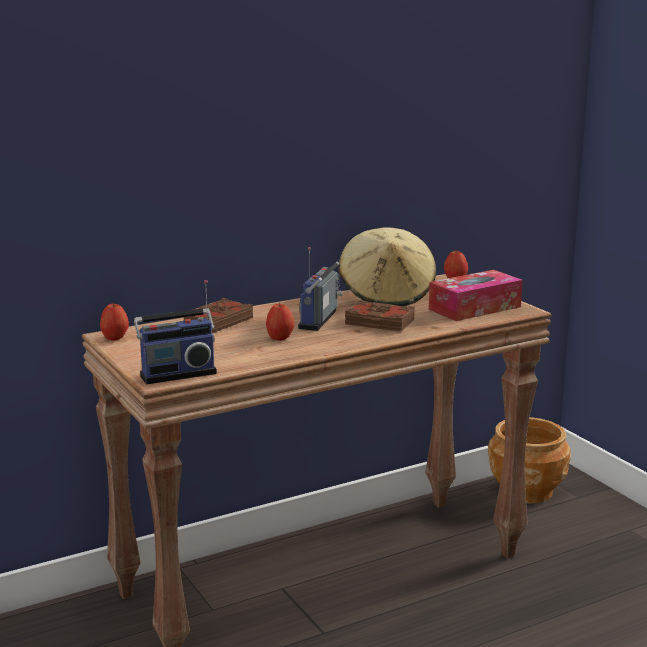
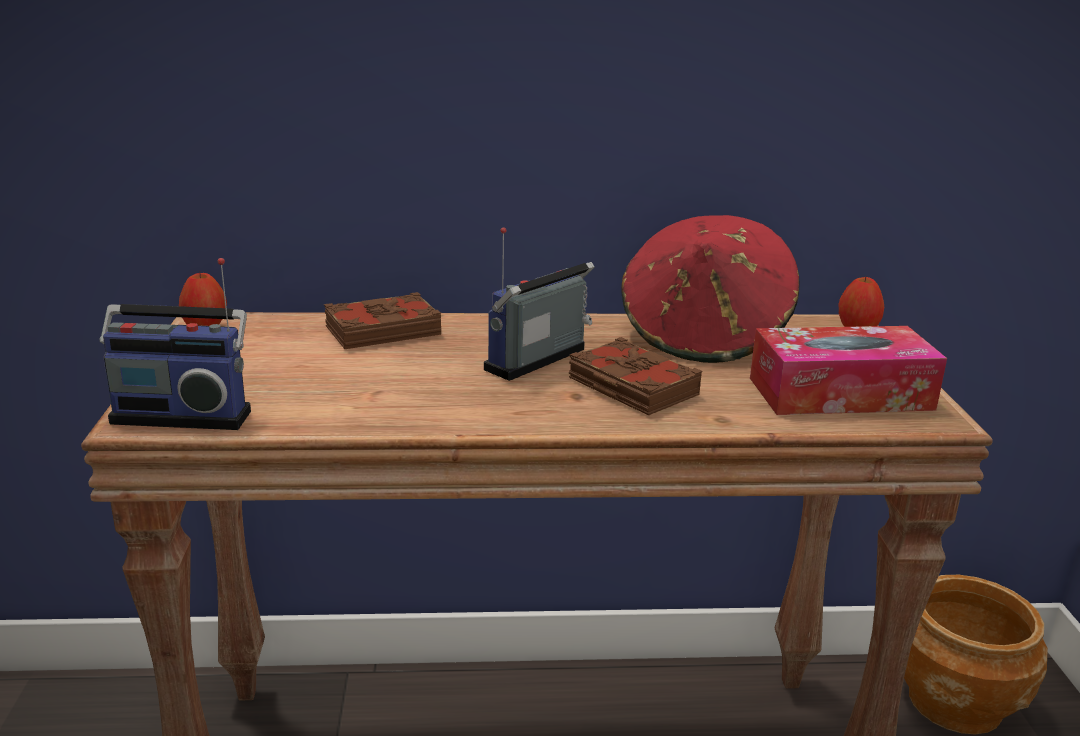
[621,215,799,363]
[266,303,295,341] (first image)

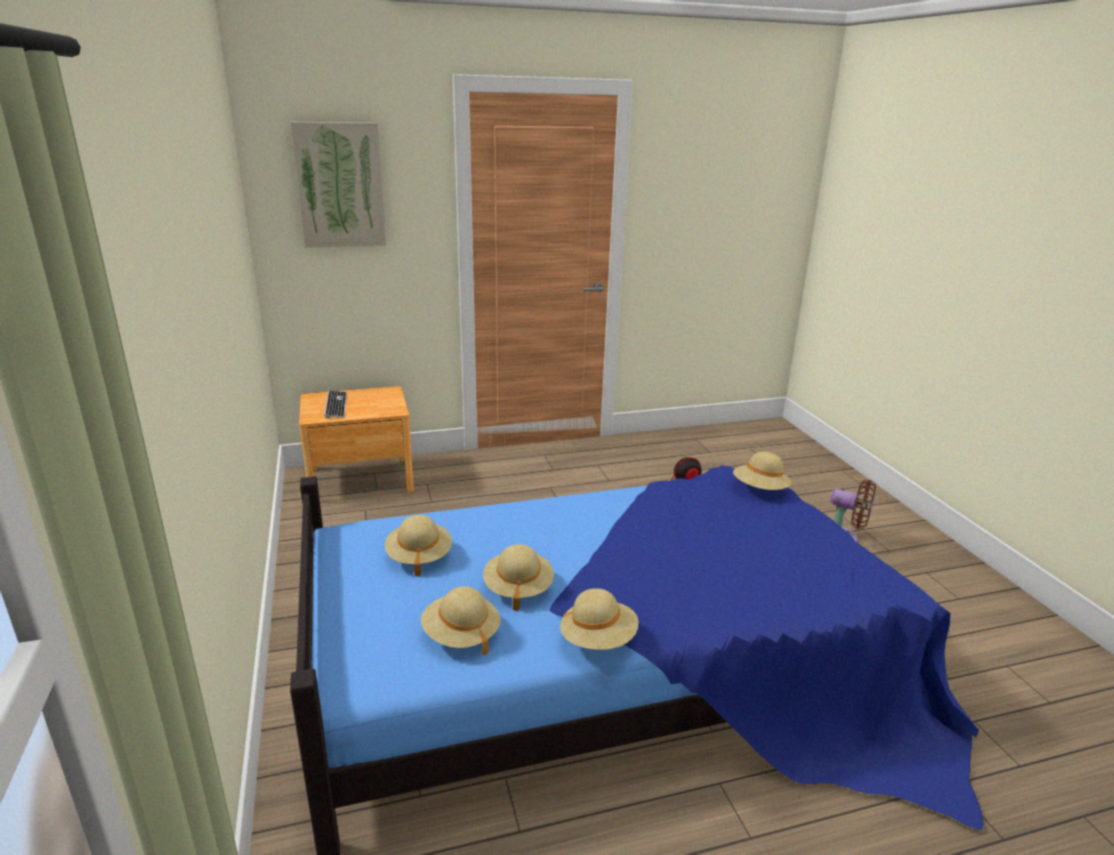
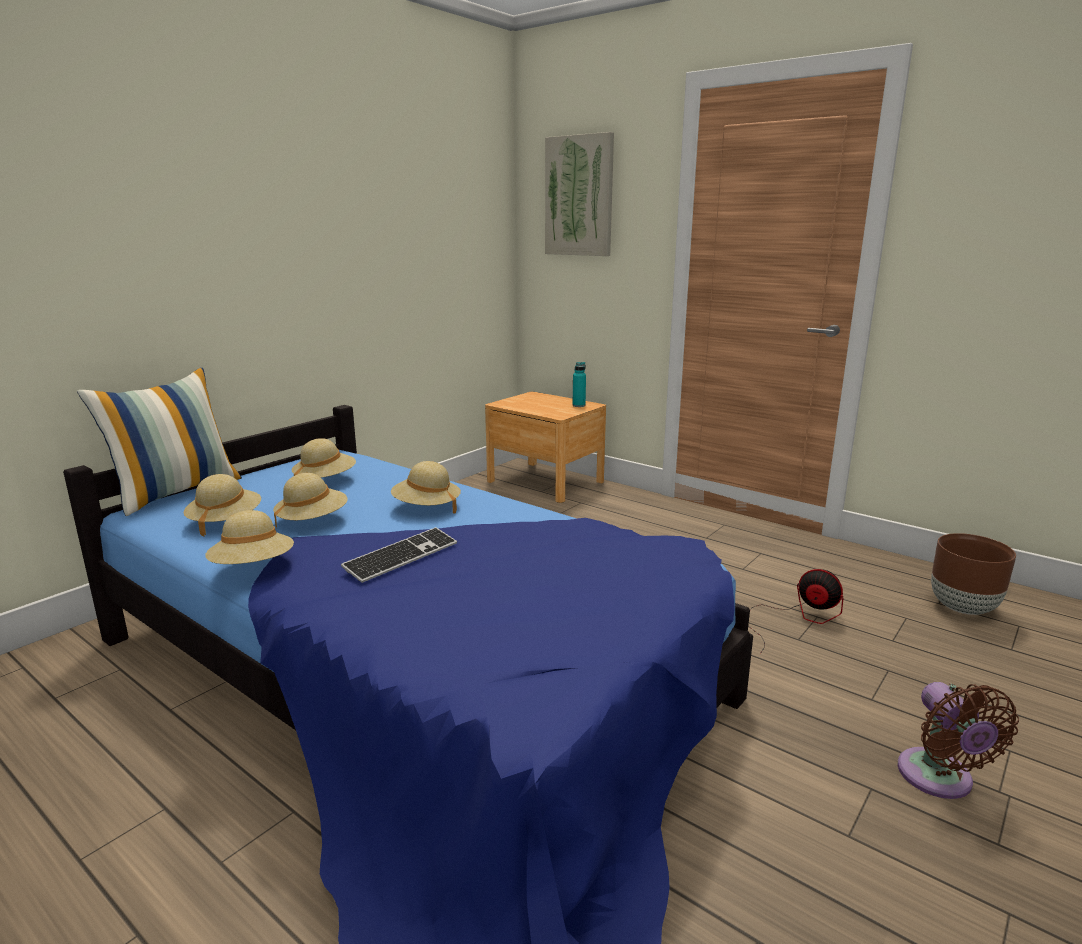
[77,368,242,516]
[341,527,457,583]
[391,461,461,513]
[573,362,586,407]
[931,533,1016,615]

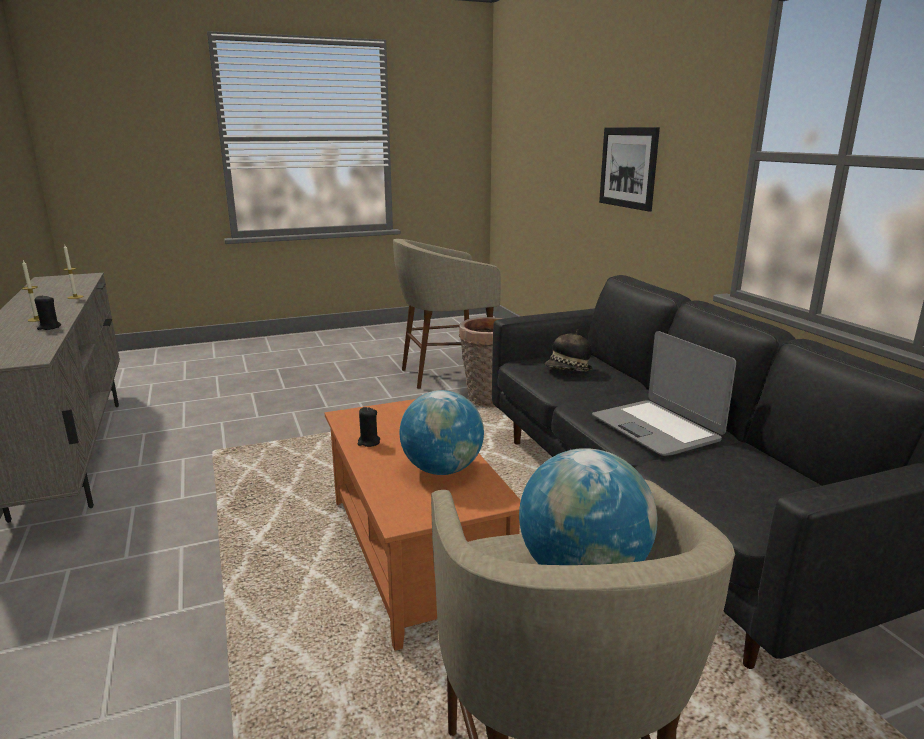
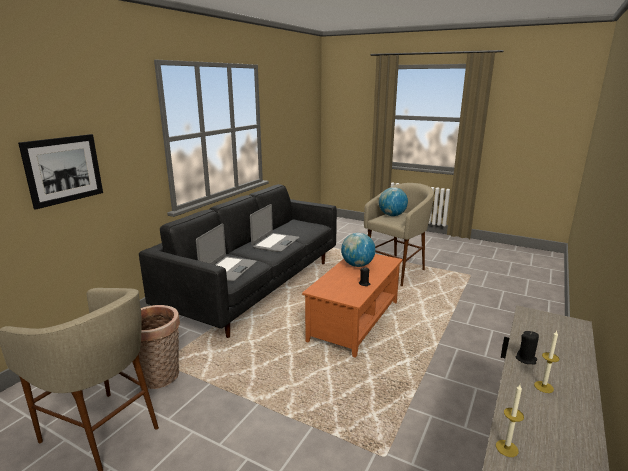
[196,224,257,281]

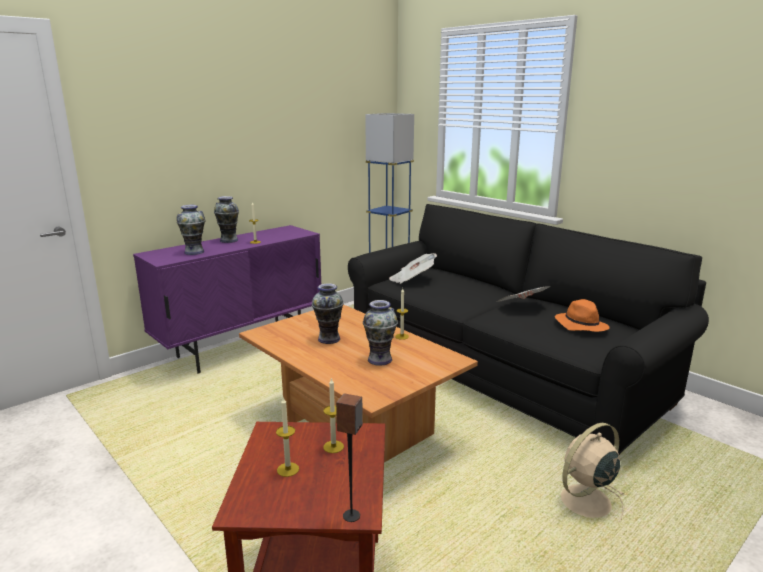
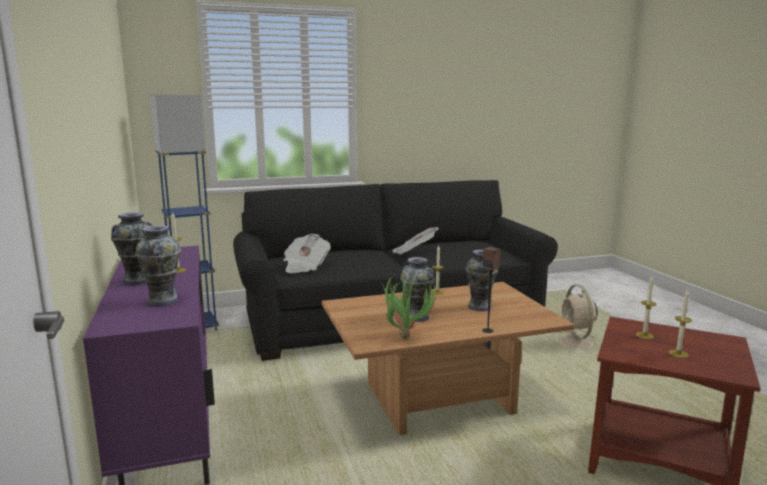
[381,273,438,339]
[482,247,500,333]
[555,299,610,332] (first image)

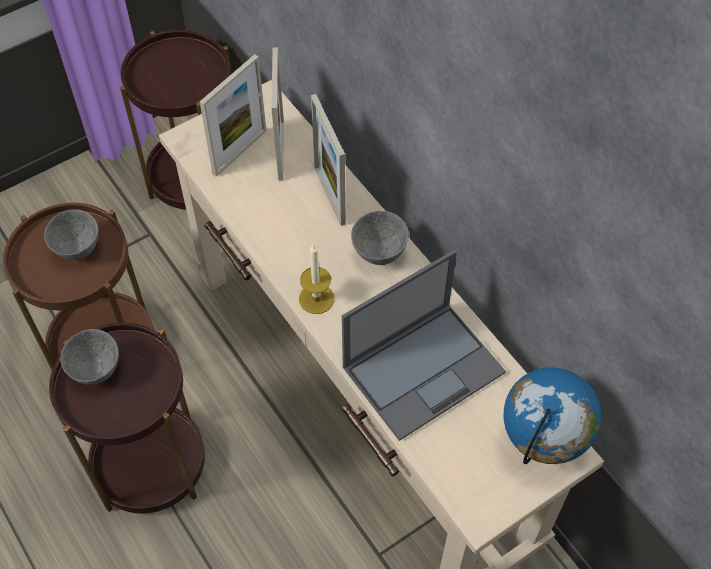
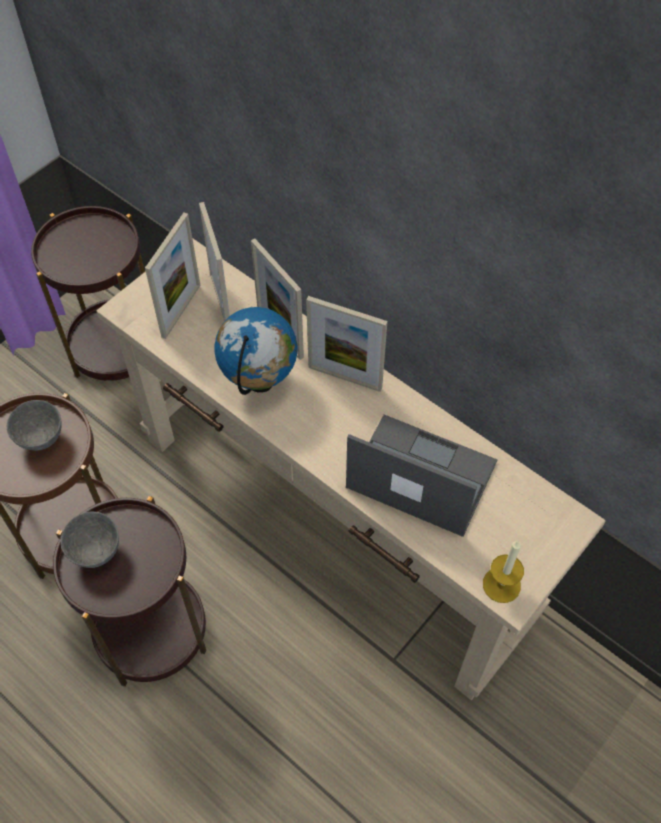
[214,307,297,395]
[306,296,388,392]
[346,415,497,537]
[483,540,524,603]

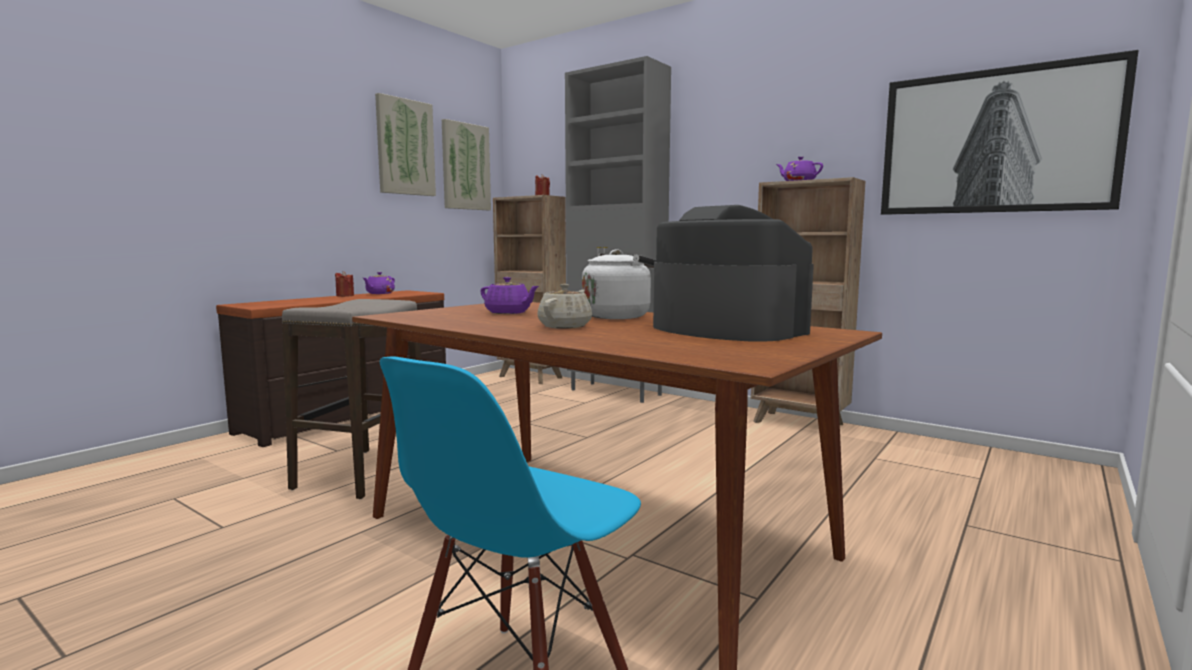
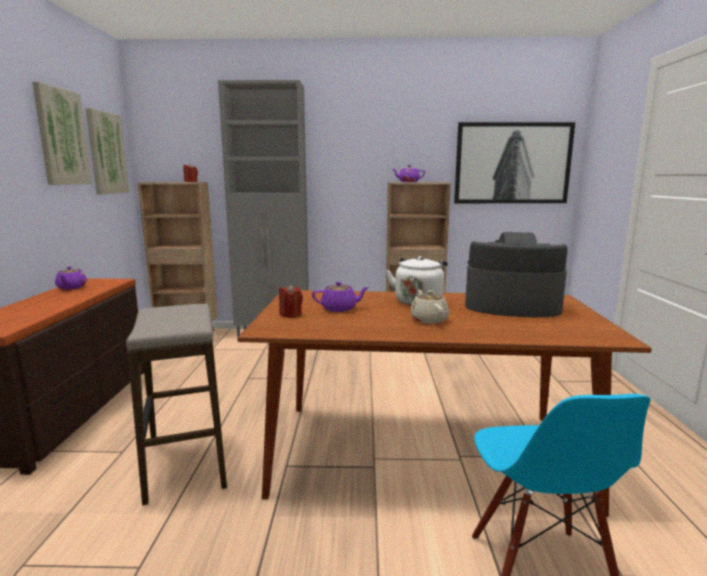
[279,284,303,318]

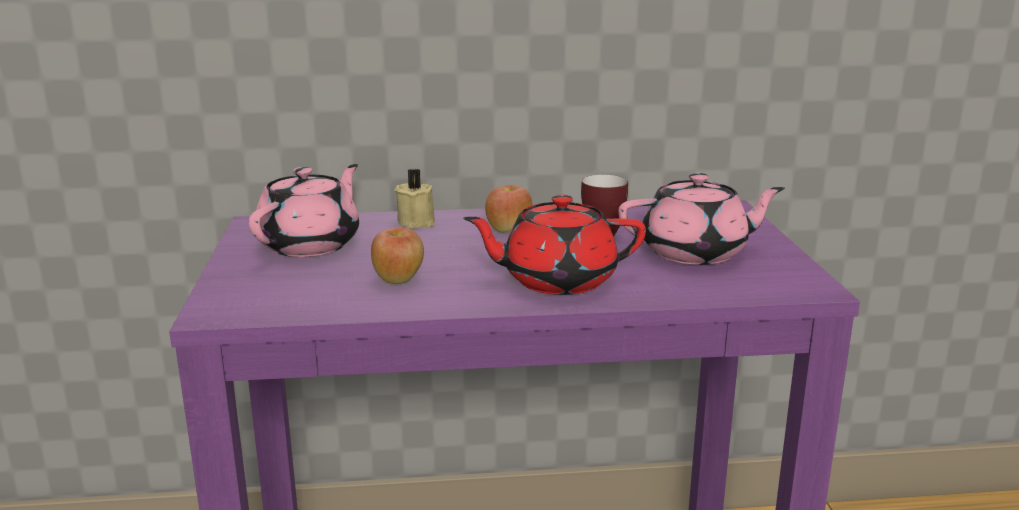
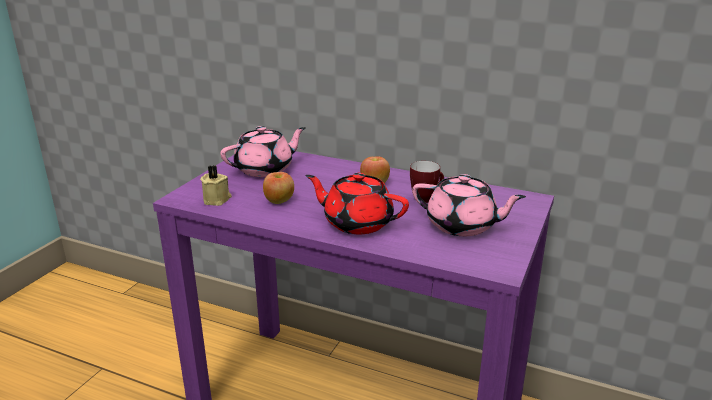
[200,165,232,206]

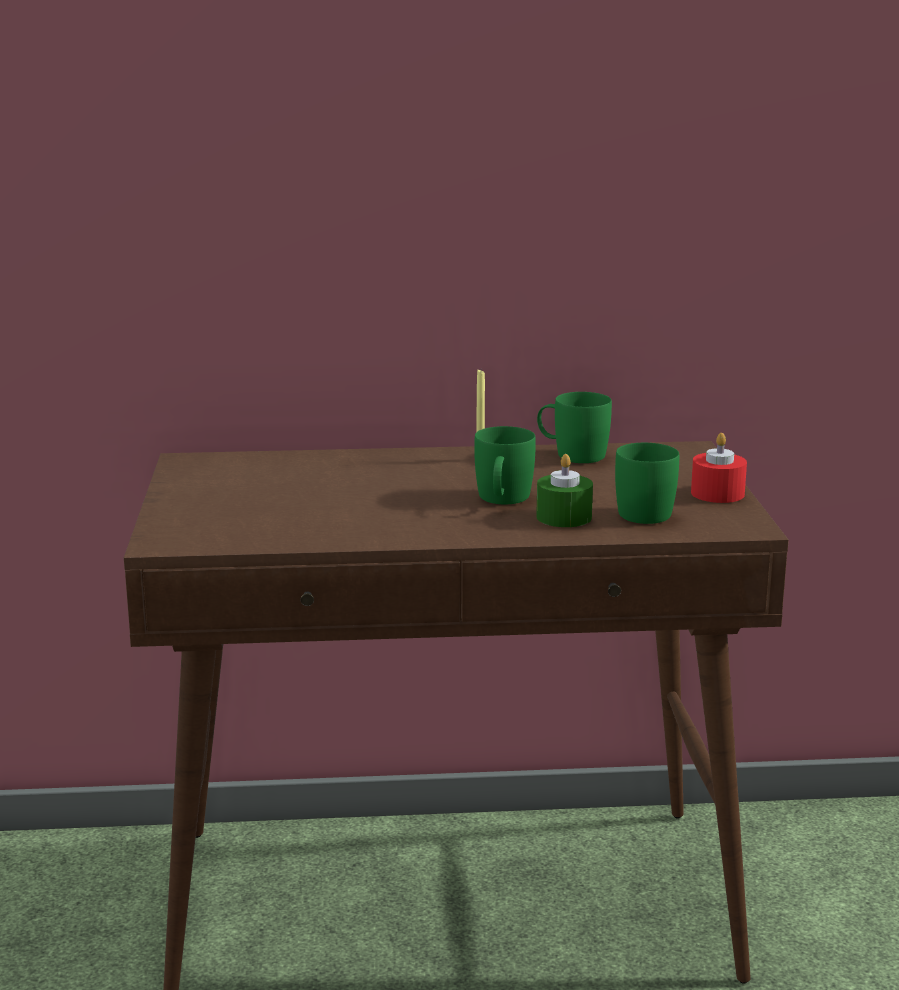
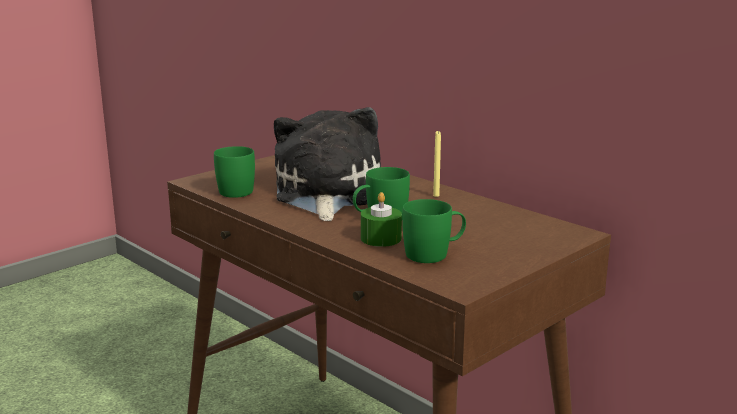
[214,146,255,198]
[274,107,381,221]
[691,433,747,503] (first image)

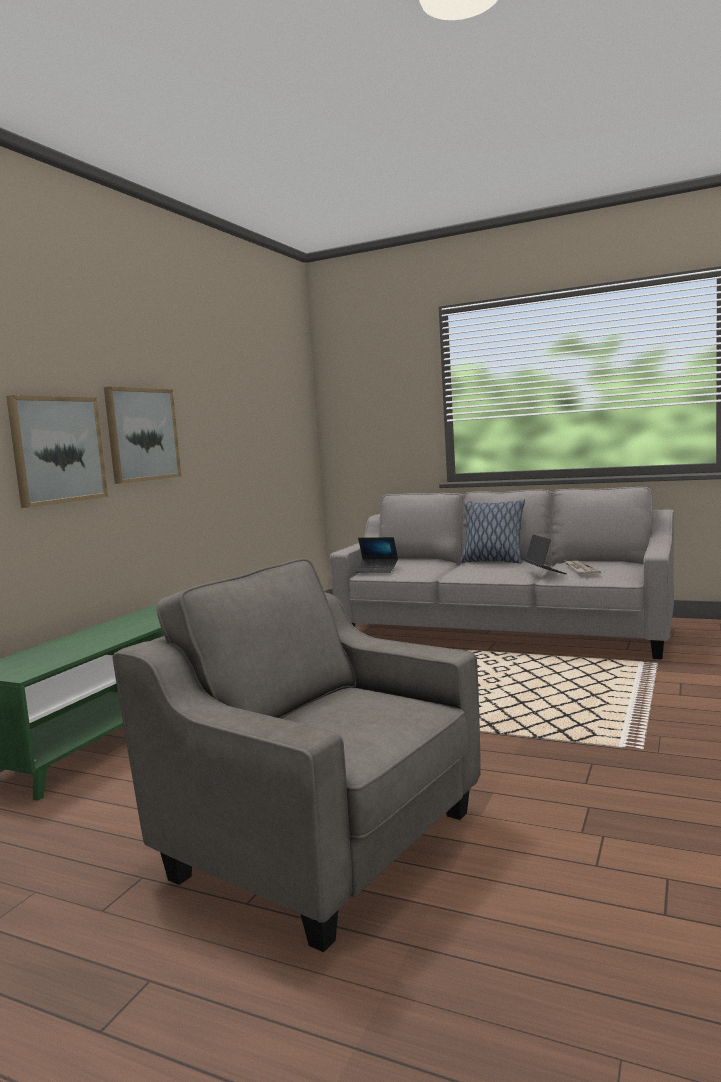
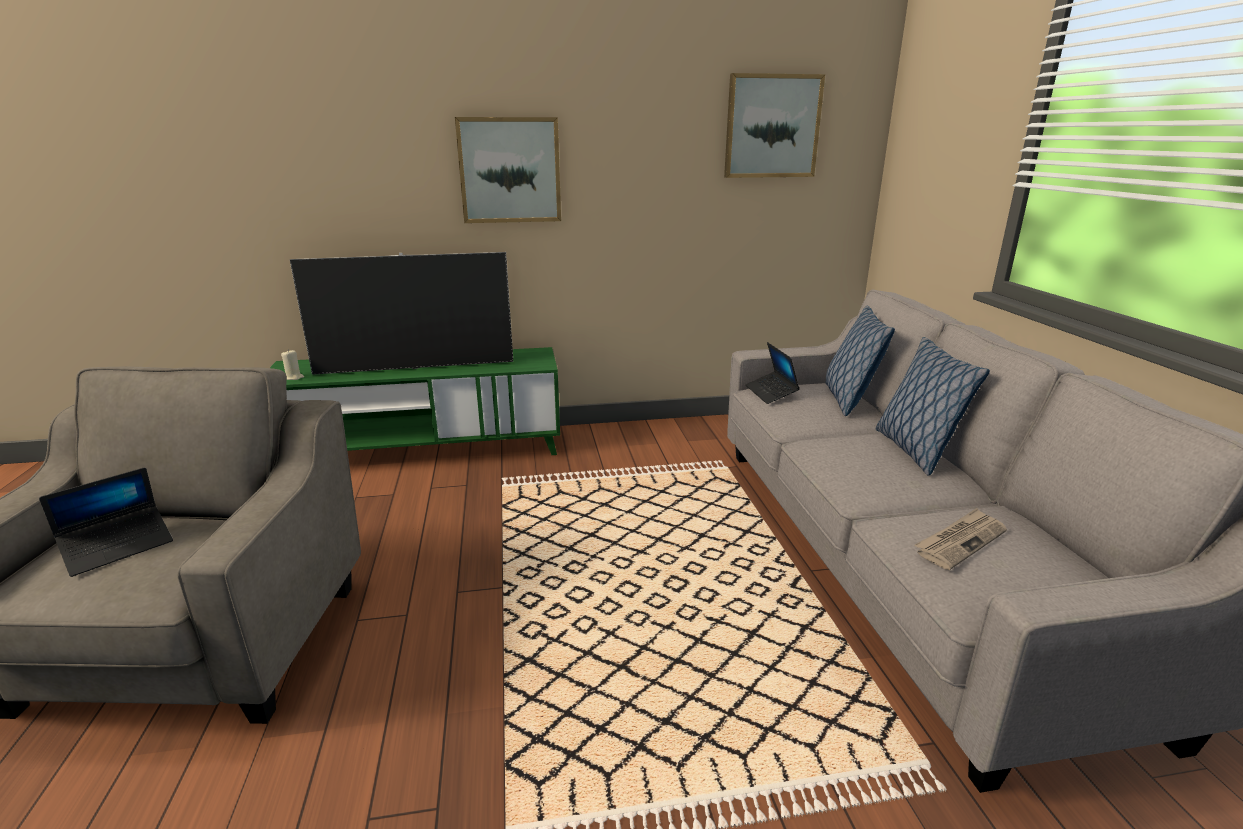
[39,467,173,577]
[281,349,304,380]
[290,252,513,375]
[724,73,825,178]
[826,306,895,416]

